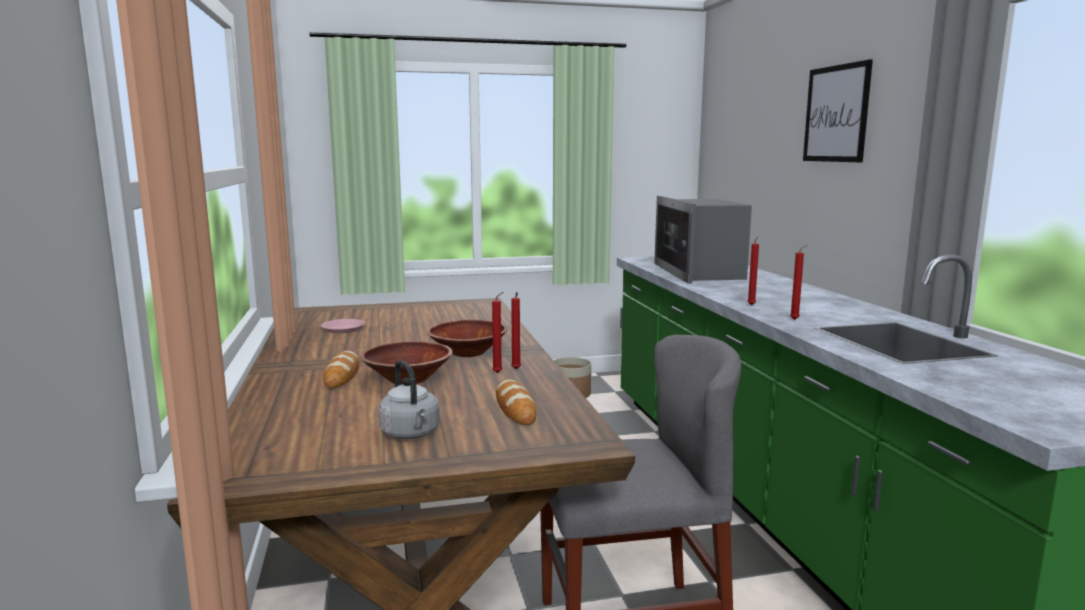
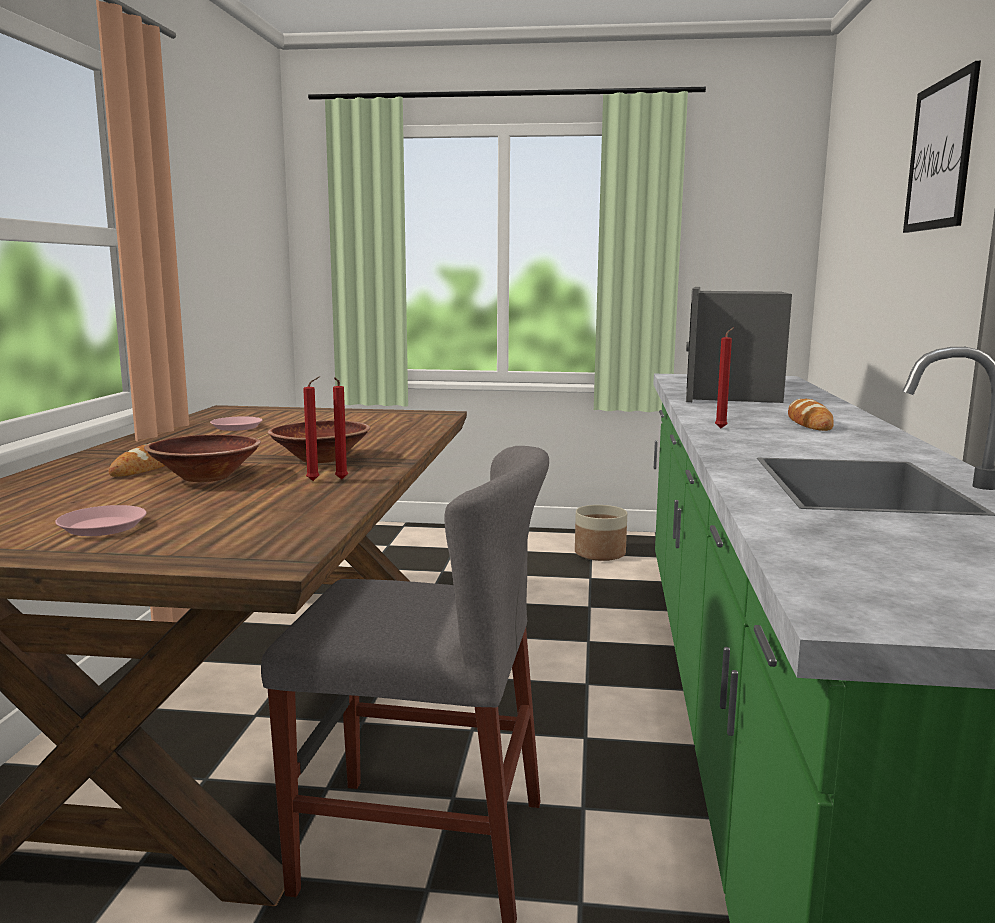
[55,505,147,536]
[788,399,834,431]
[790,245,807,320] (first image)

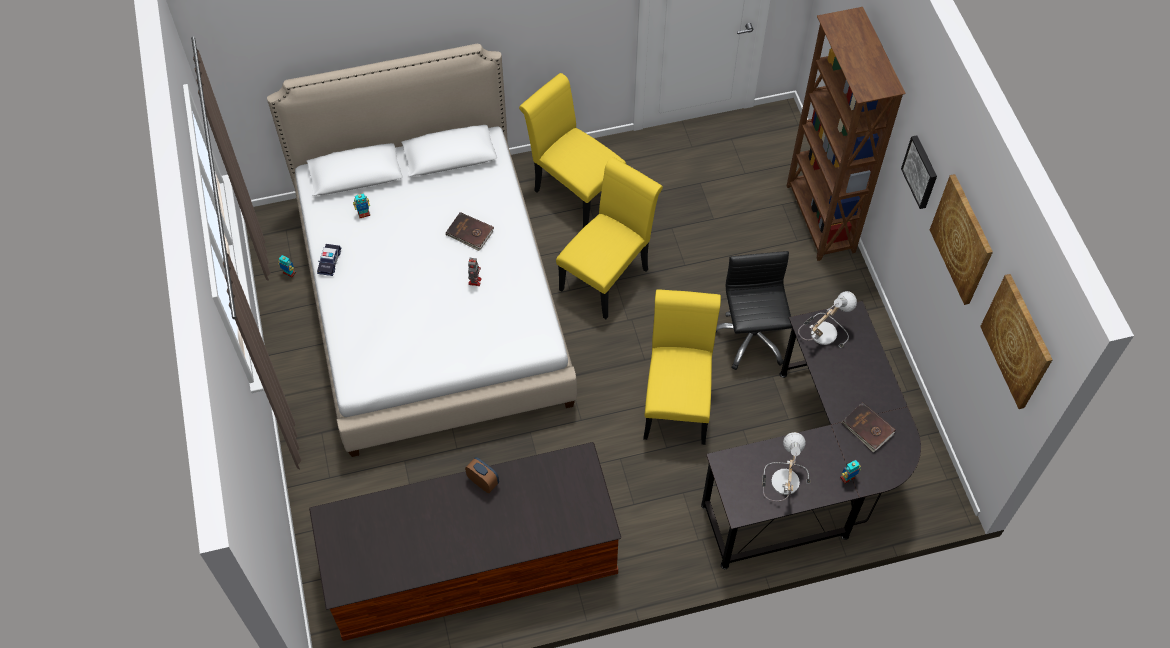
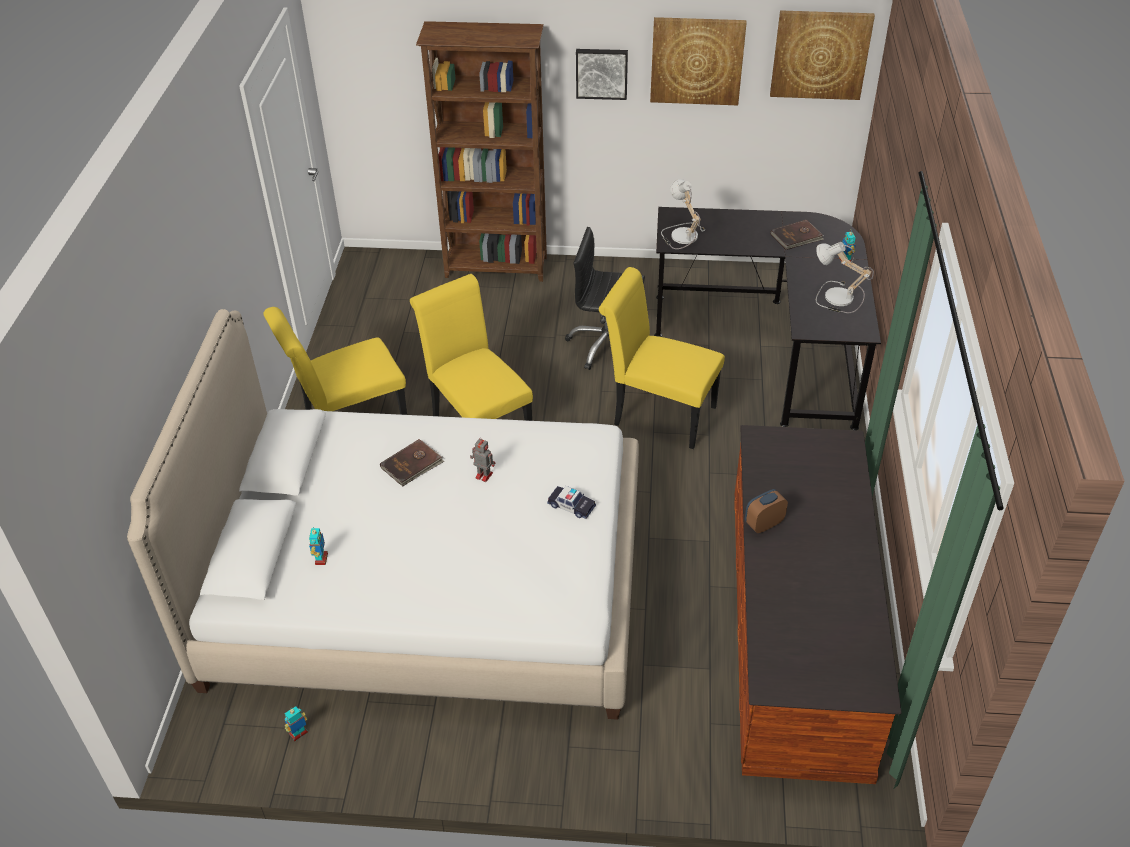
[547,486,596,519]

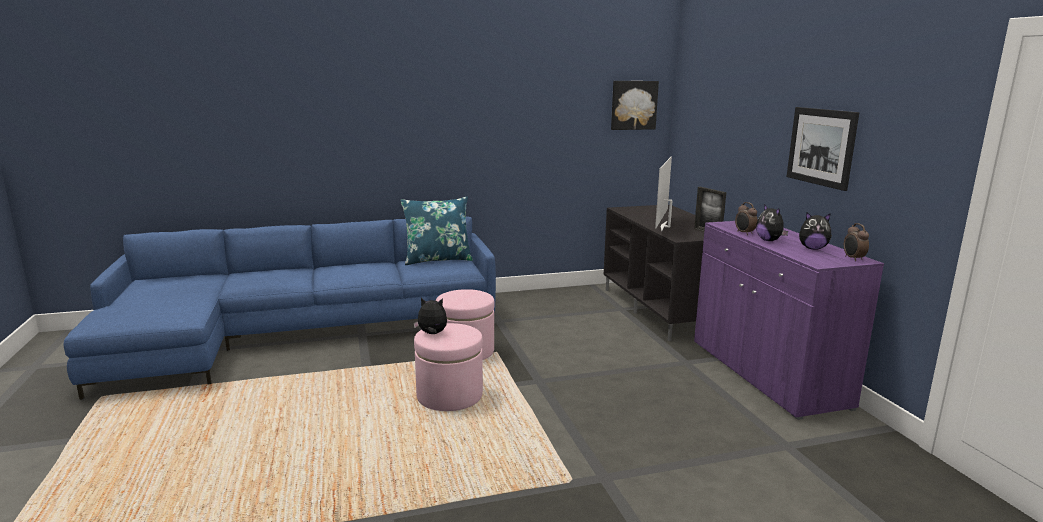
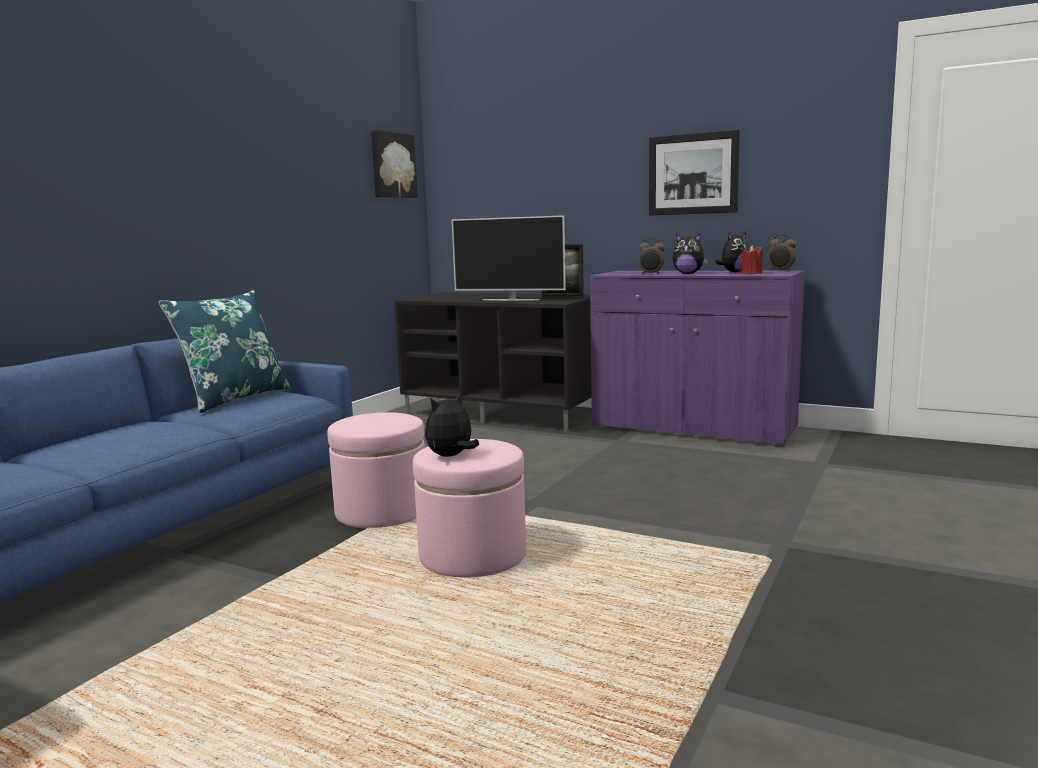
[452,215,566,301]
[740,245,762,274]

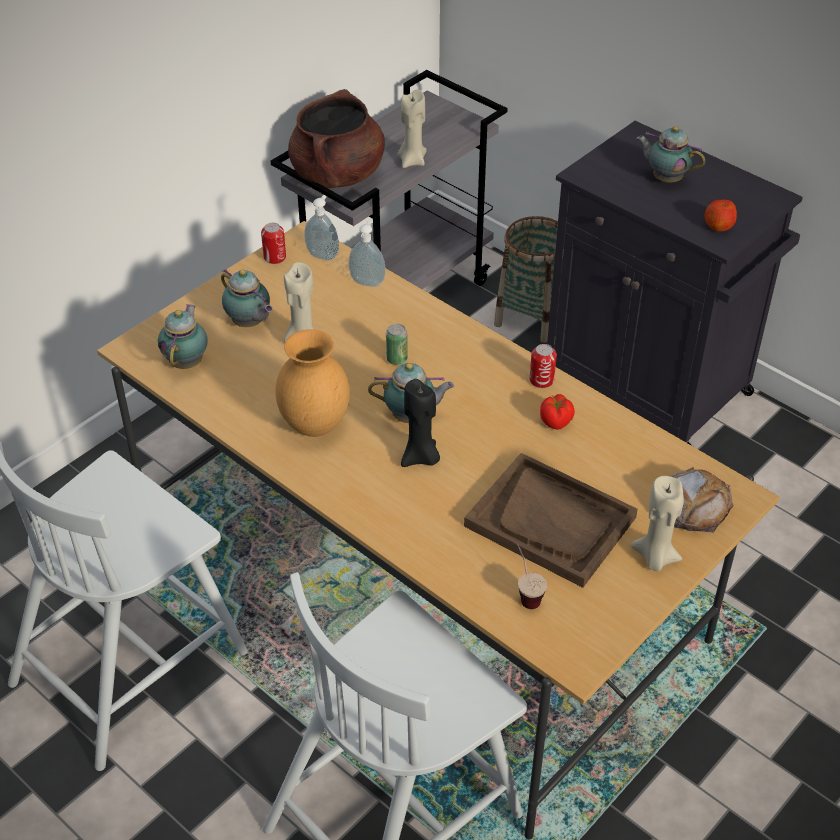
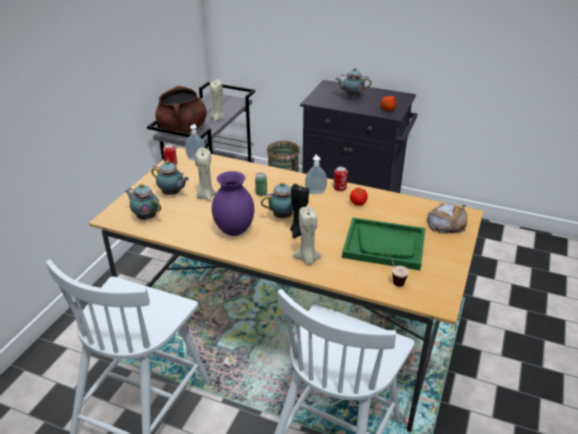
[125,184,161,220]
[212,171,254,236]
[293,207,322,265]
[305,155,327,194]
[342,217,426,270]

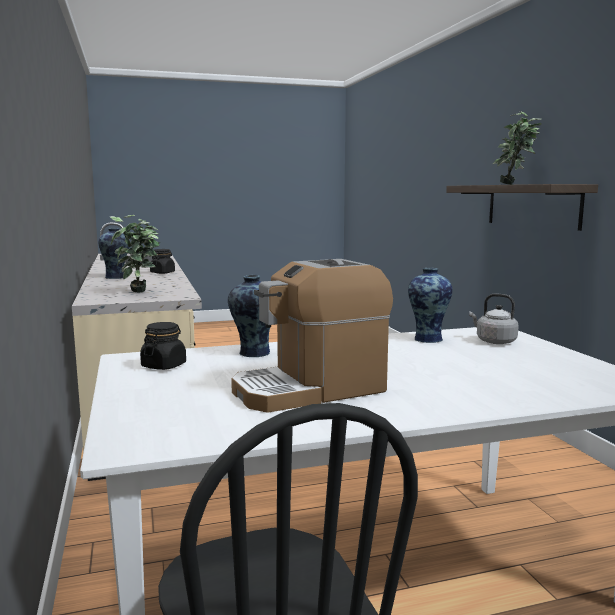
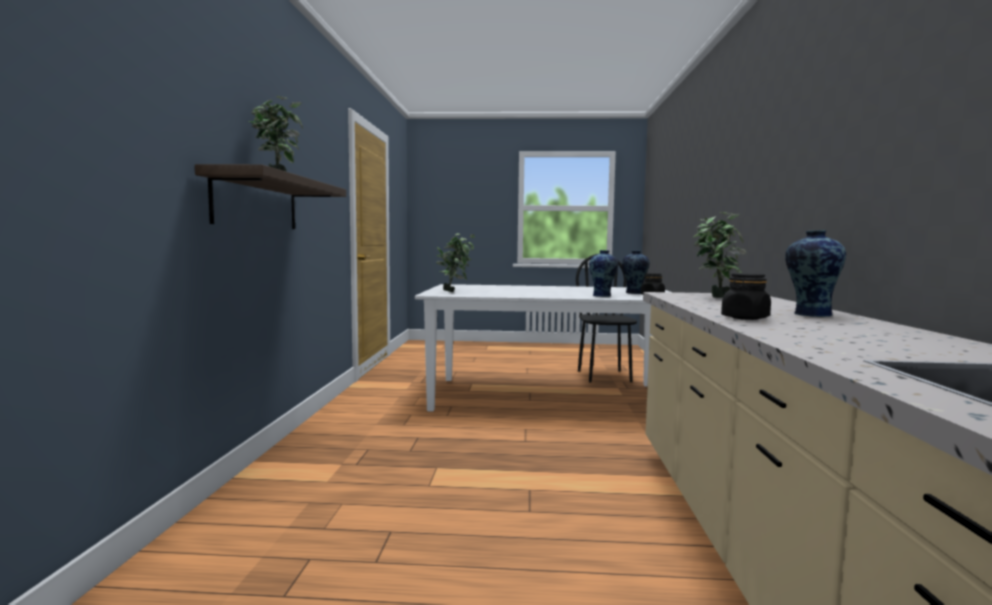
[436,233,475,292]
[622,250,650,294]
[231,259,393,413] (first image)

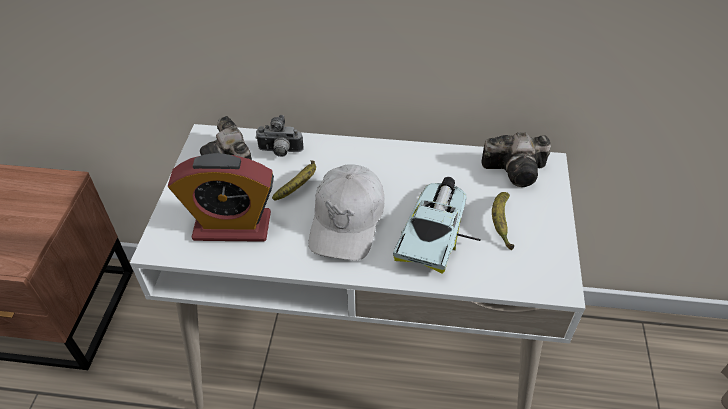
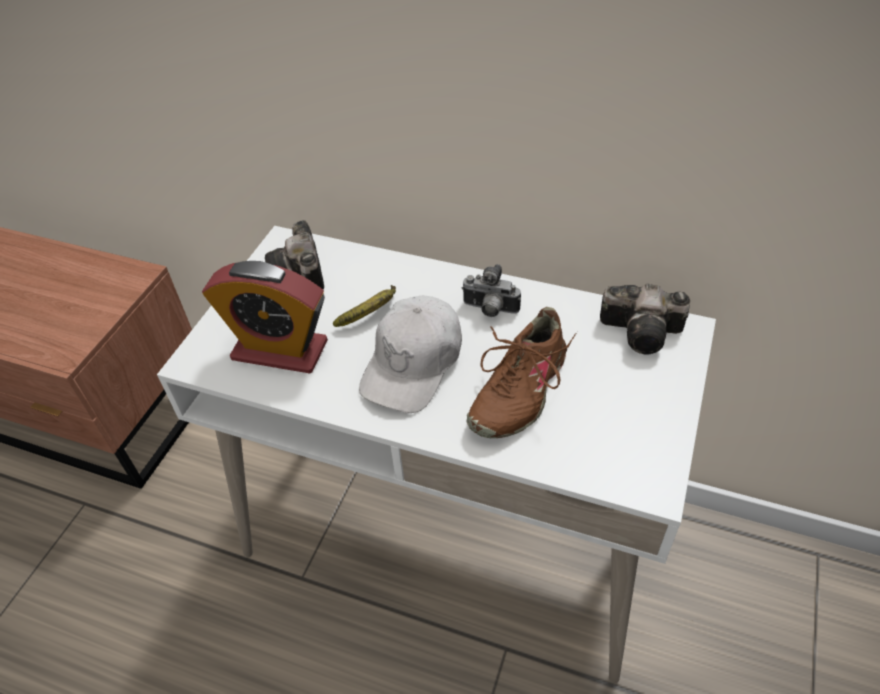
[461,264,521,317]
[466,307,577,438]
[492,192,514,250] (first image)

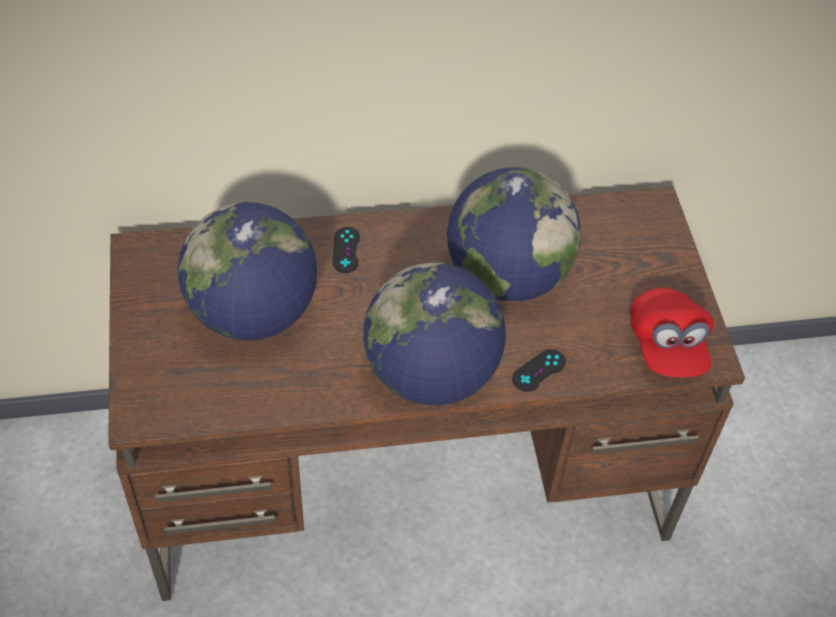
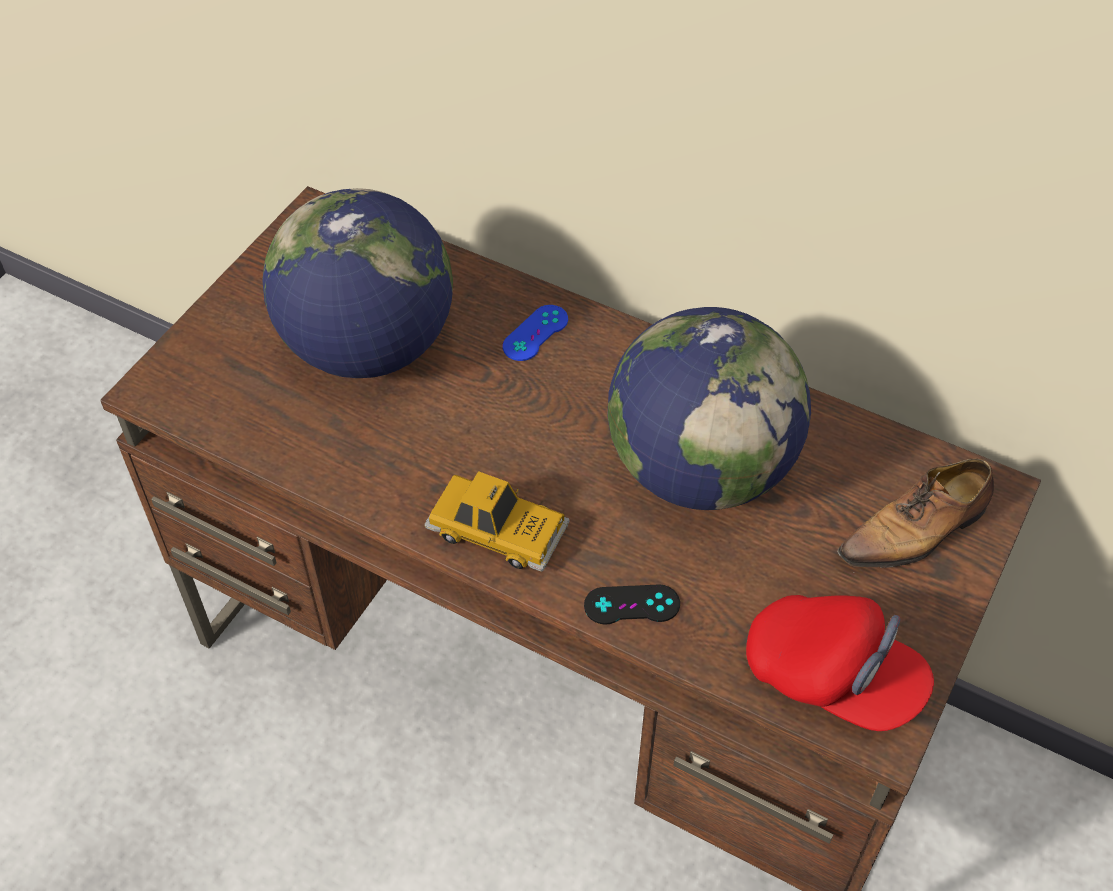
[424,471,569,572]
[502,305,568,361]
[746,595,934,731]
[837,458,994,573]

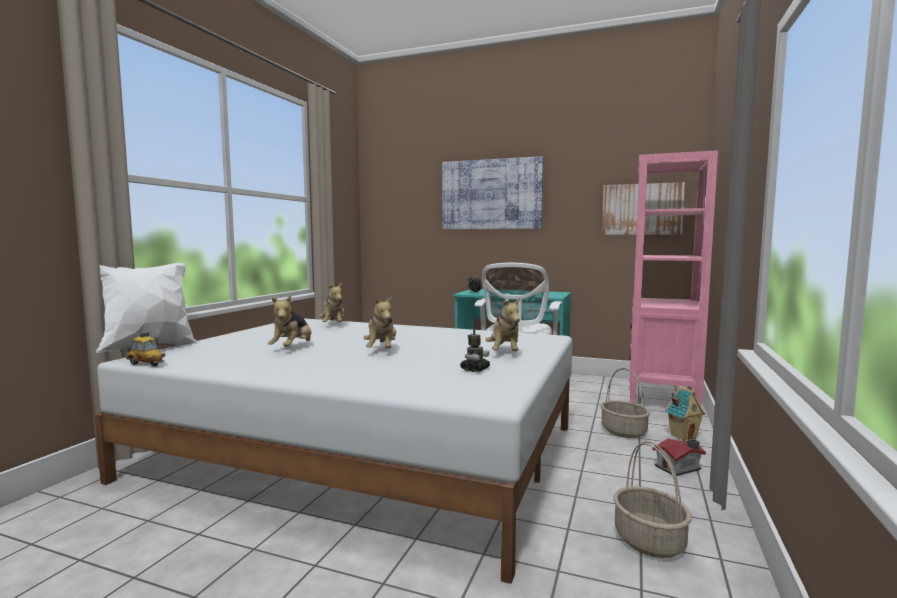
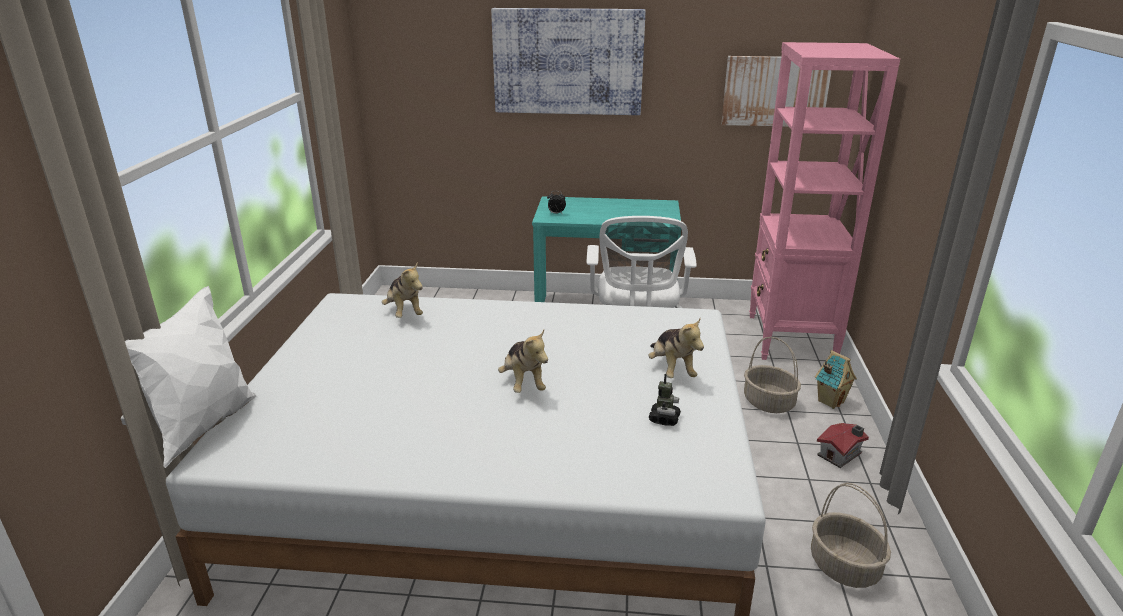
[126,332,165,366] (first image)
[268,295,311,347] (first image)

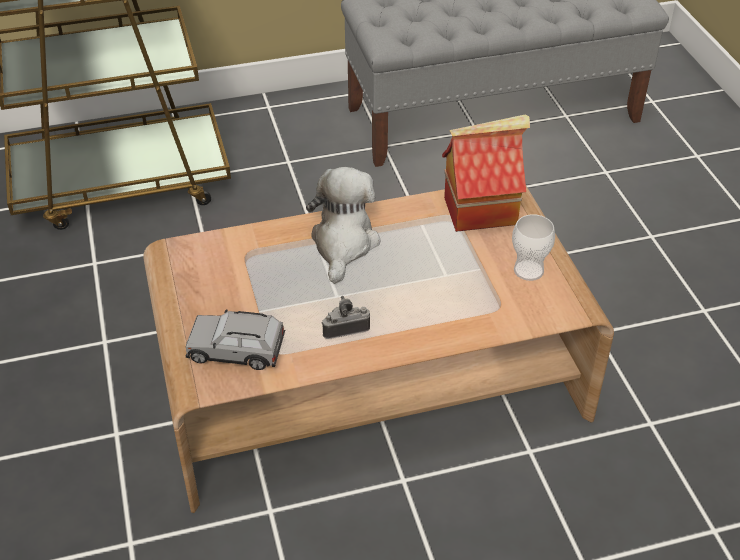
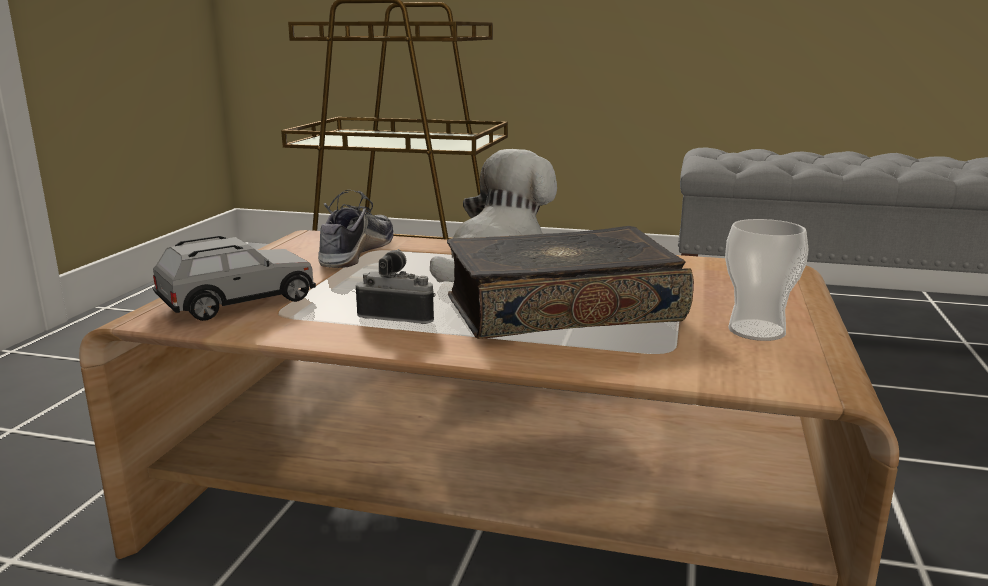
[152,236,316,321]
[318,190,393,268]
[447,226,694,339]
[442,114,530,232] (first image)

